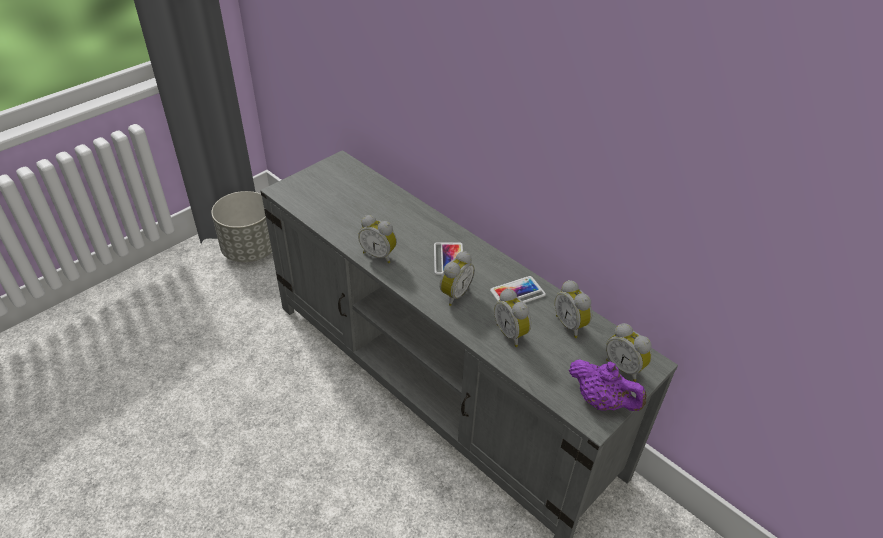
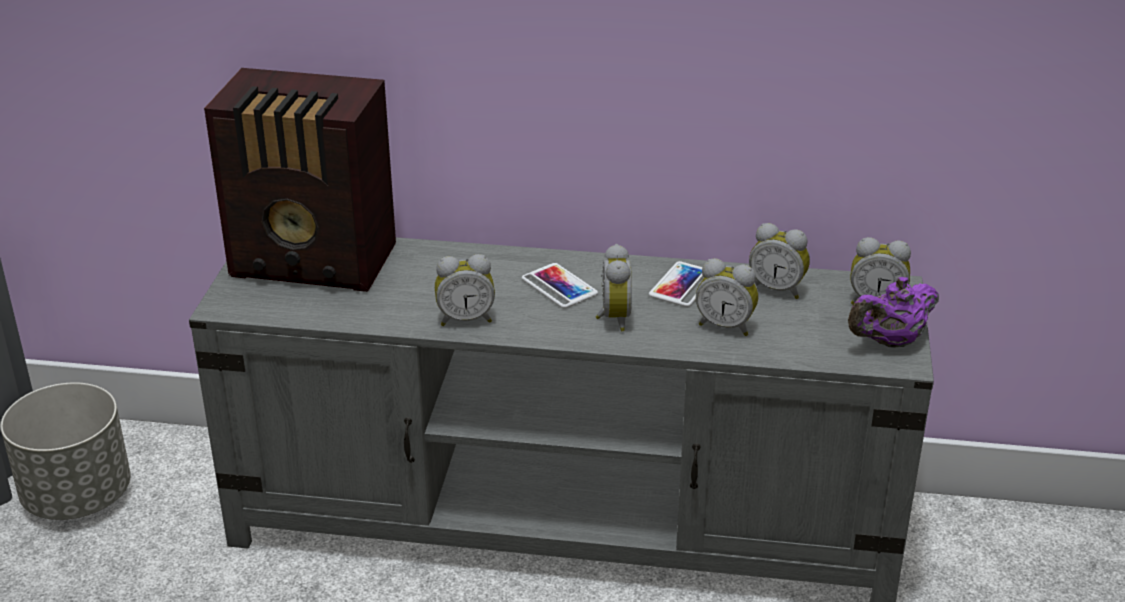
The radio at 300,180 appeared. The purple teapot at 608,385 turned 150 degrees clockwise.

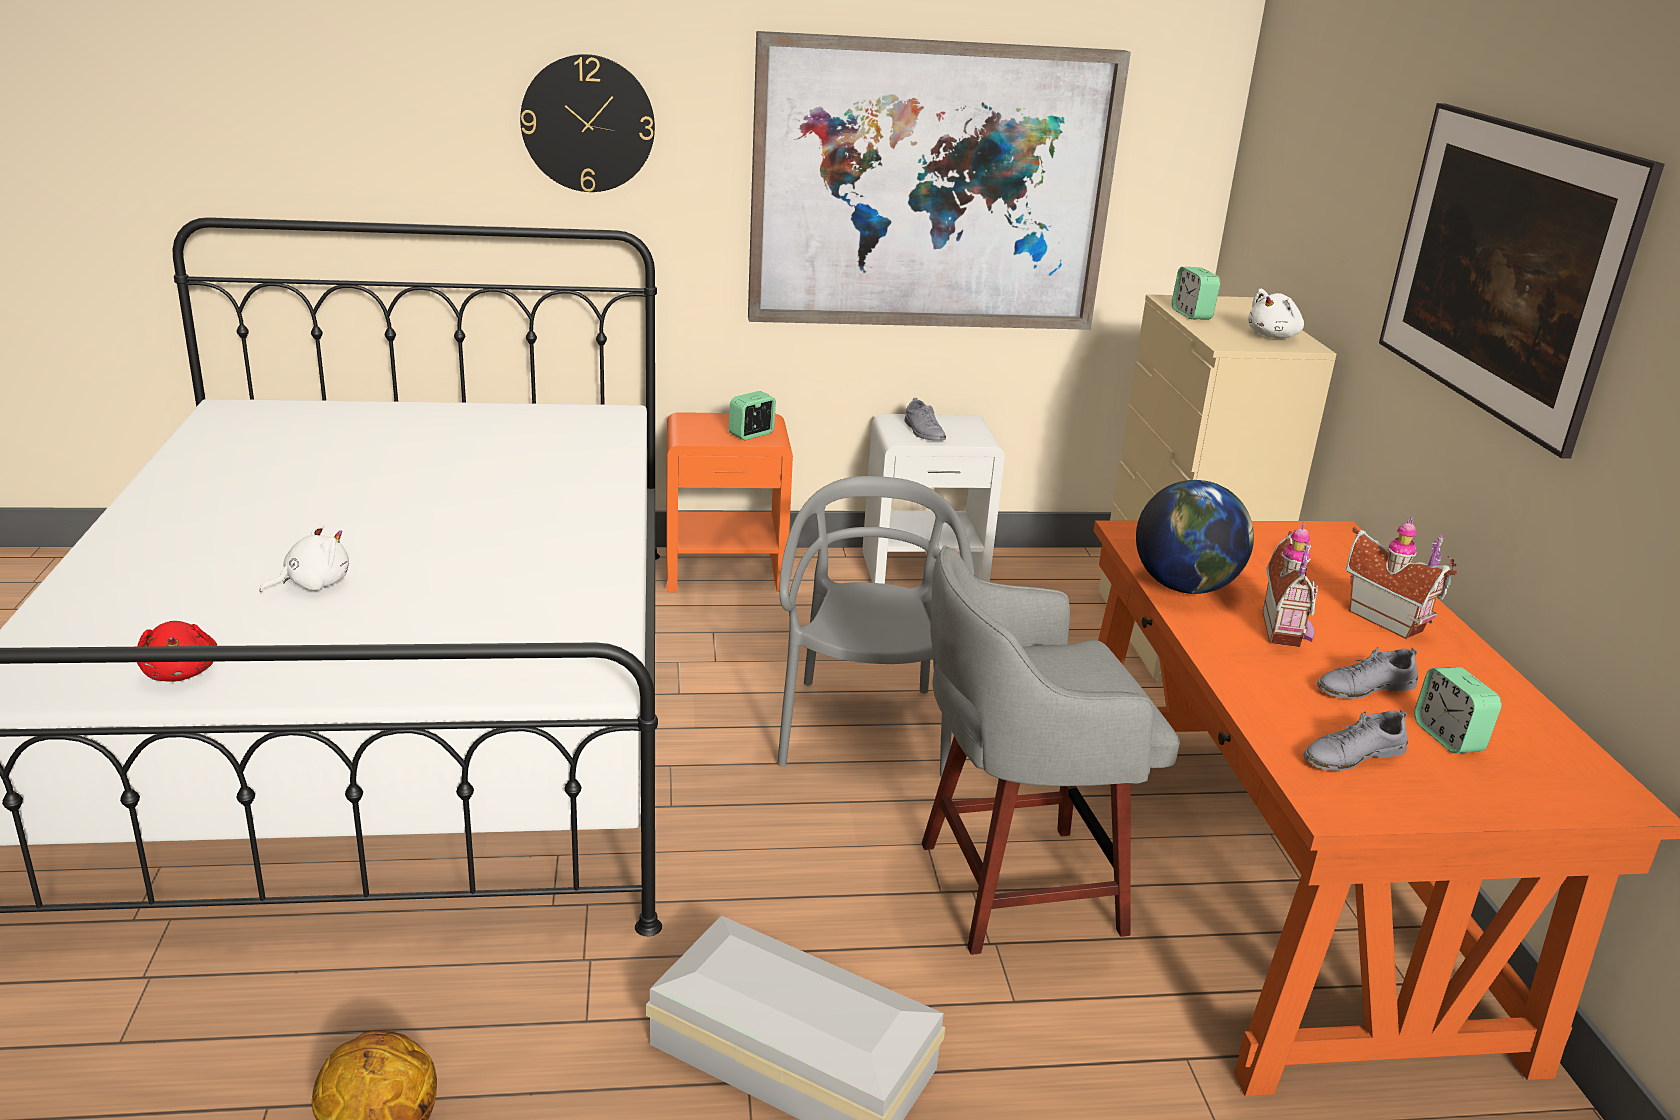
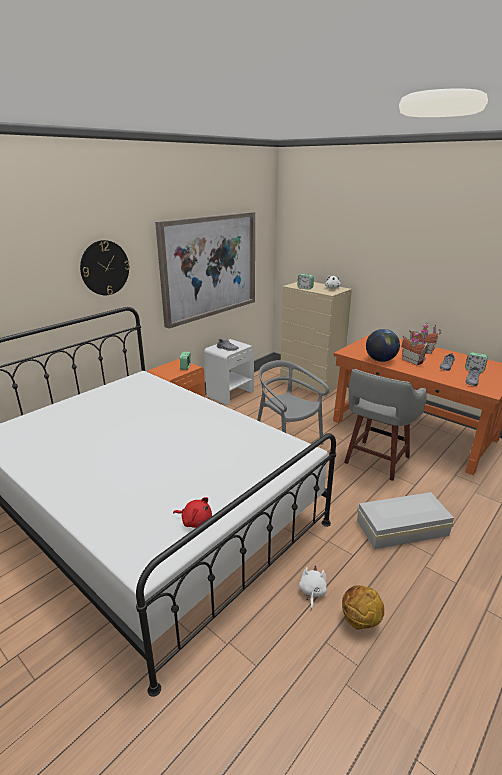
The white plush toy moved from 304,558 to 313,587. The picture at 1522,281 disappeared.

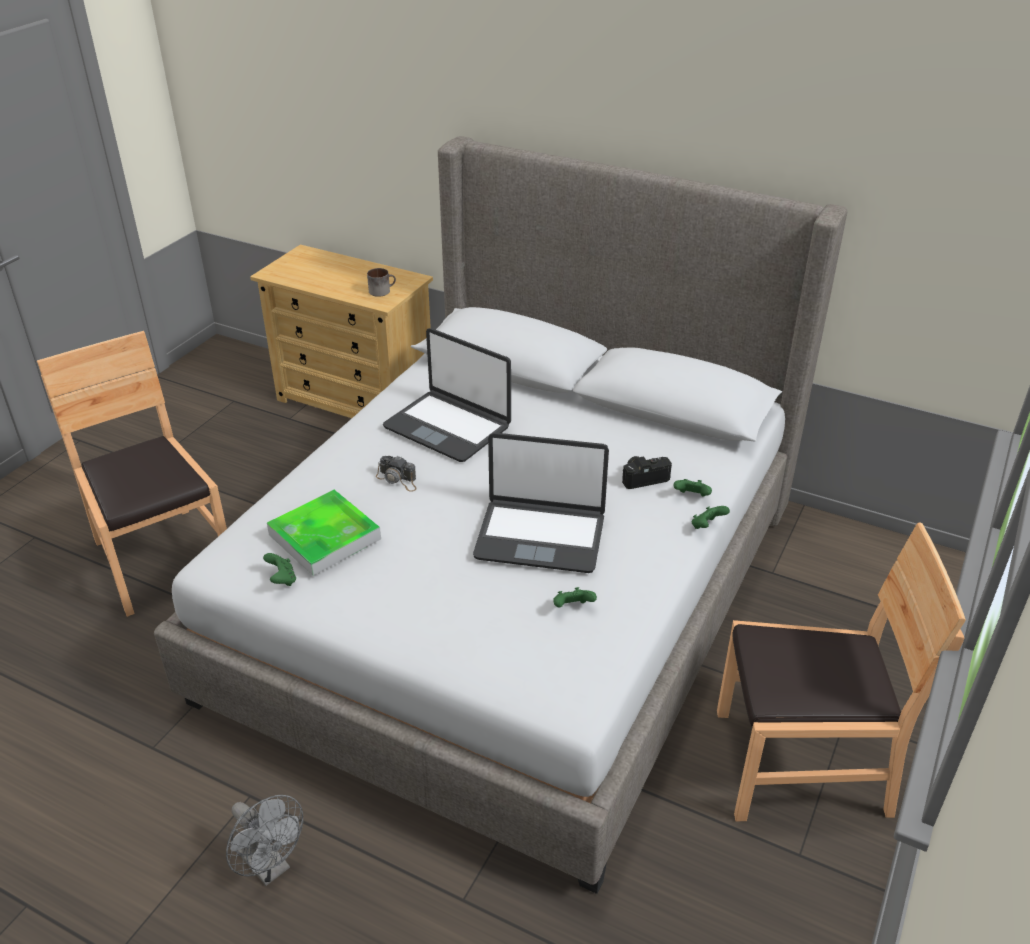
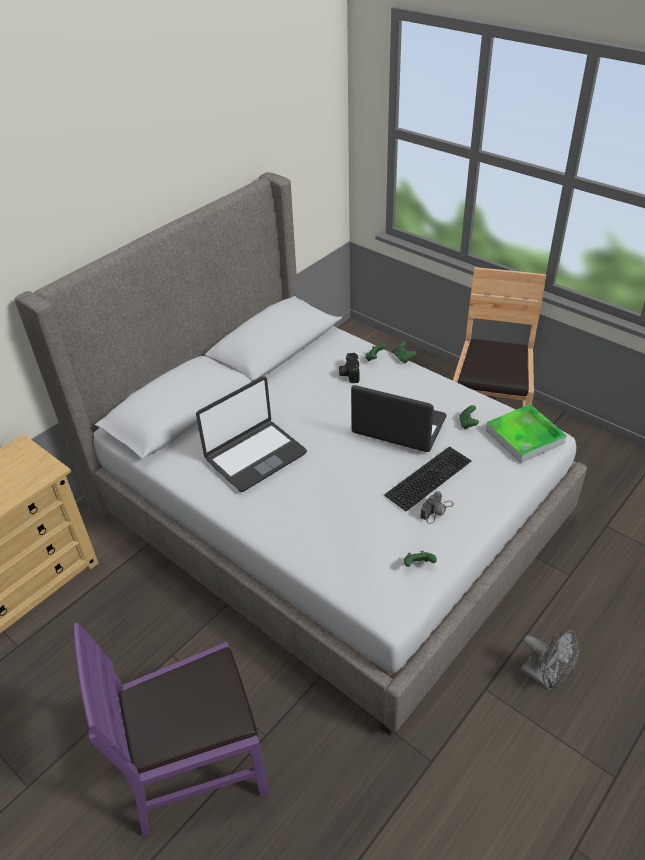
The brown chair at 132,474 became the purple chair at 171,729. The laptop at 541,503 turned 90 degrees counterclockwise. The keyboard at 428,478 appeared. The photo camera moved from 396,474 to 437,507. The tray moved from 324,533 to 526,433. The grey fan at 264,840 turned 75 degrees clockwise. The mug at 381,282 disappeared.

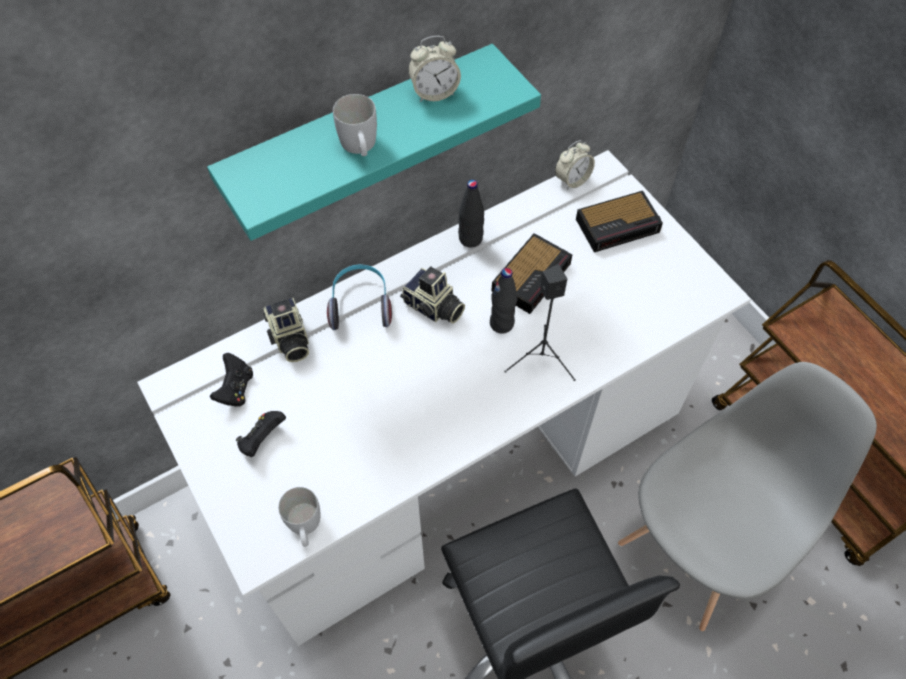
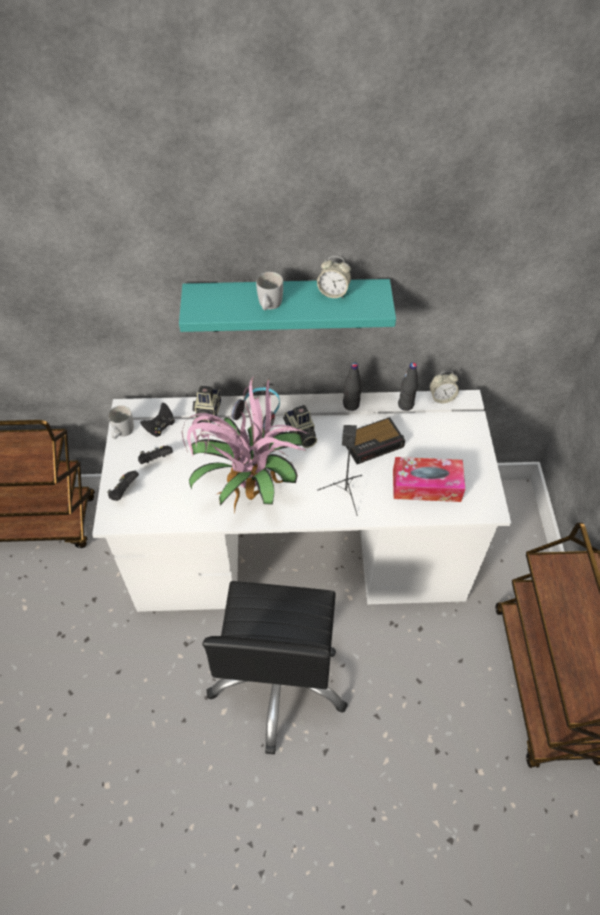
The black game controller at 123,486 appeared. The white mug moved from 299,517 to 121,422. The potted plant at 245,445 appeared. The tissue box at 429,479 appeared. The black bottle moved from 503,301 to 408,387. The alarm clock at 619,221 disappeared. The grey chair at 747,496 disappeared.

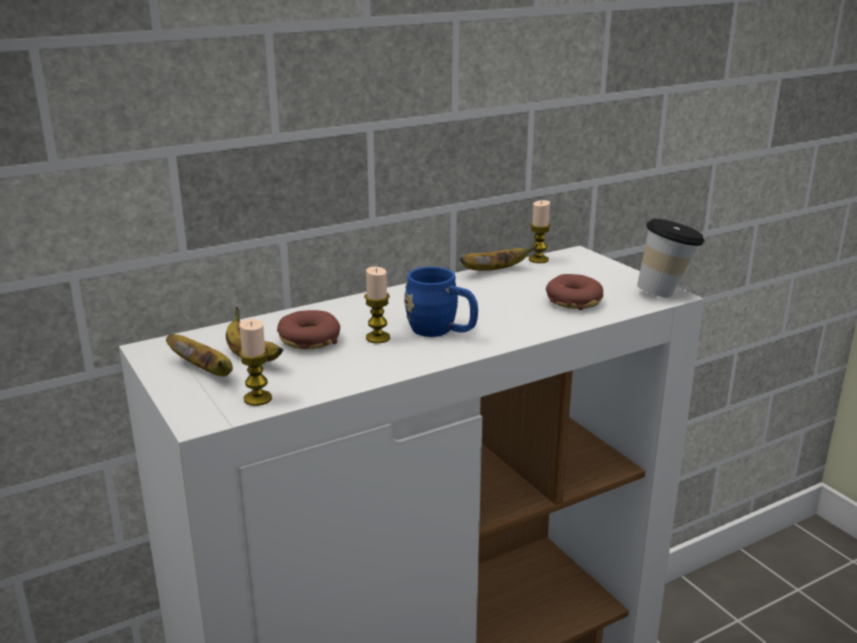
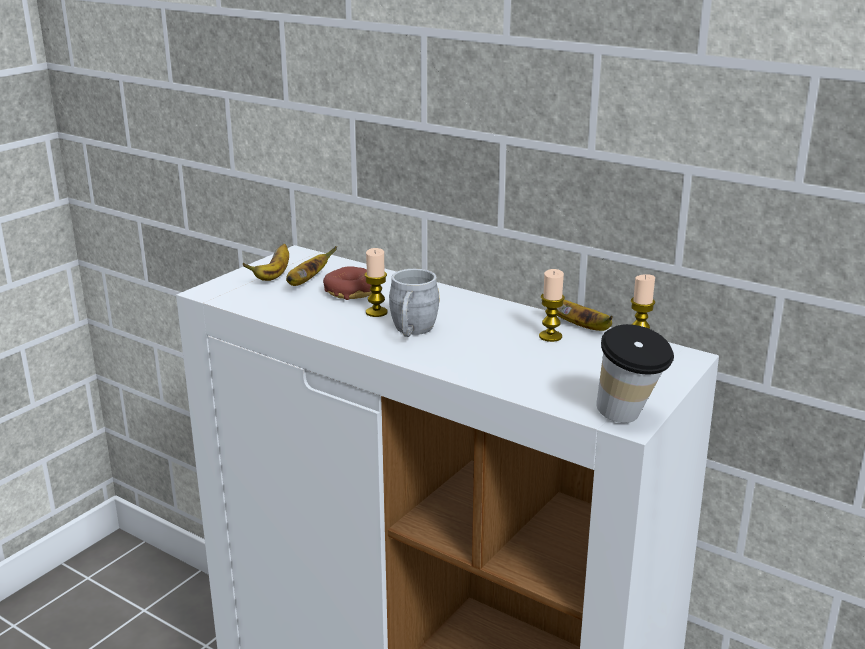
The blue mug at 441,302 became the grey mug at 414,303. The candle moved from 255,362 to 552,305. The donut at 574,292 disappeared.

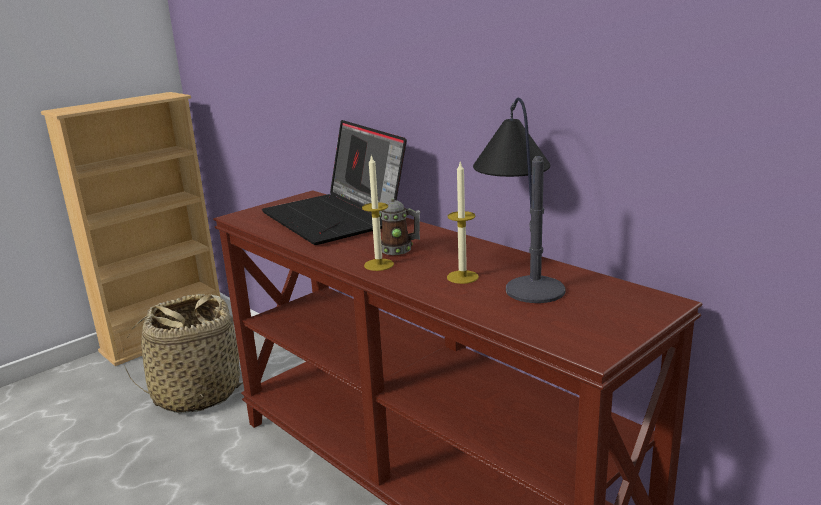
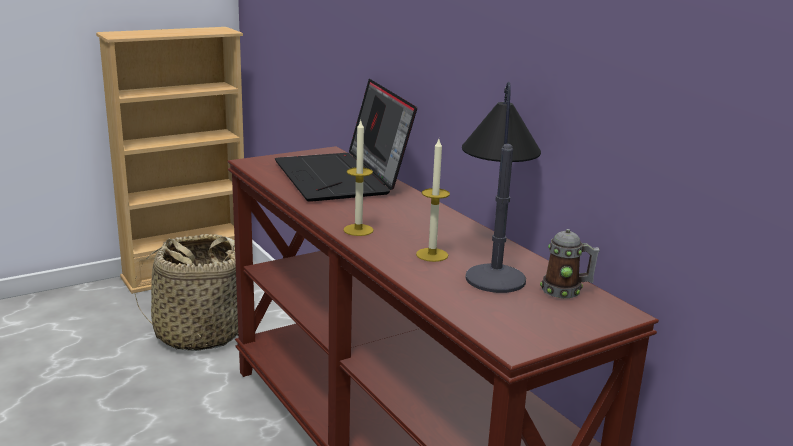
The mug moved from 399,226 to 570,263.

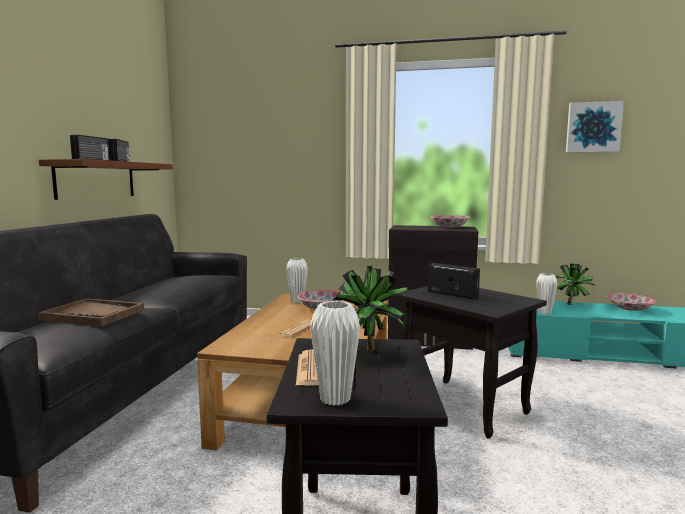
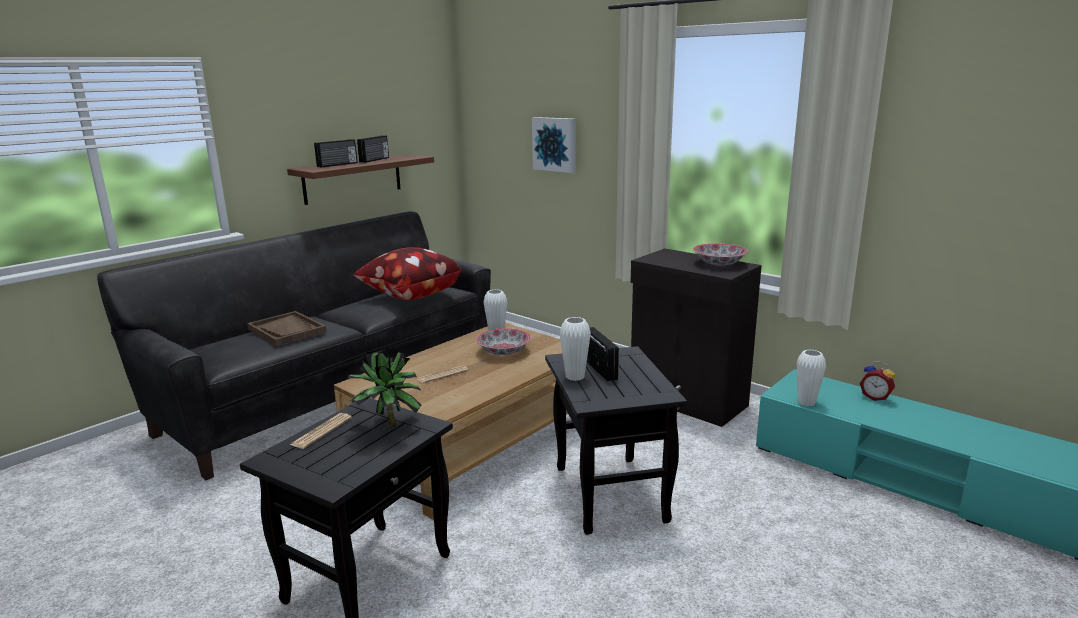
The pillow at 407,273 appeared. The picture moved from 595,127 to 554,145. The white vase moved from 335,353 to 575,349. The potted plant at 575,284 was replaced by the alarm clock at 877,381. The bowl at 631,302 disappeared.

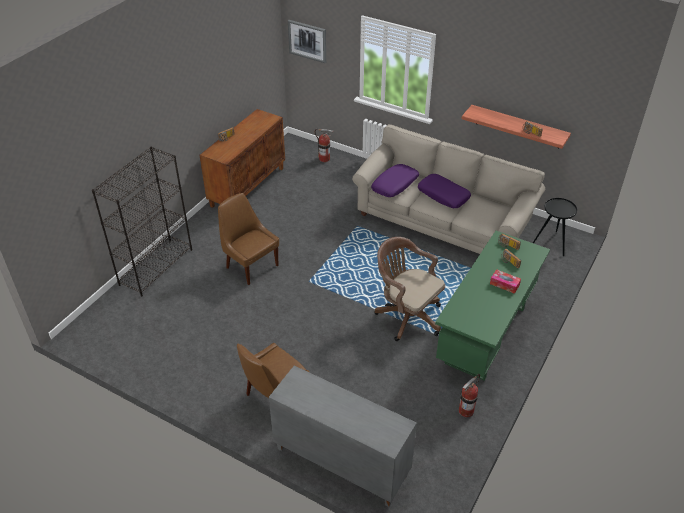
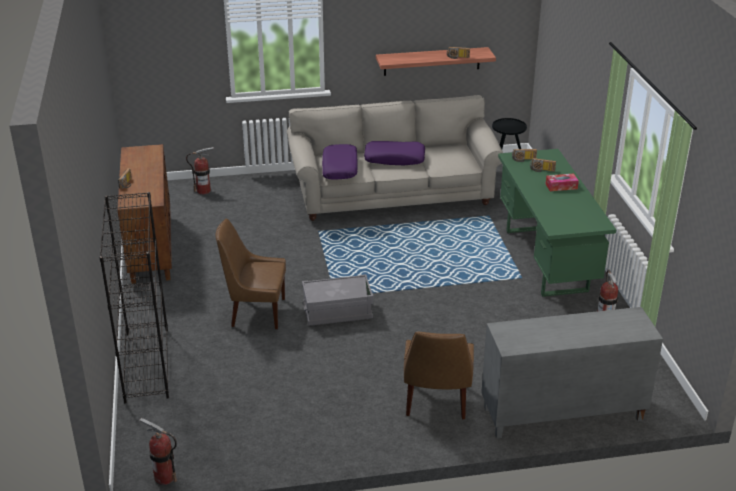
The fire extinguisher at 158,451 appeared. The grey storage box at 338,299 appeared. The picture at 307,41 disappeared. The brown office chair at 409,289 disappeared.

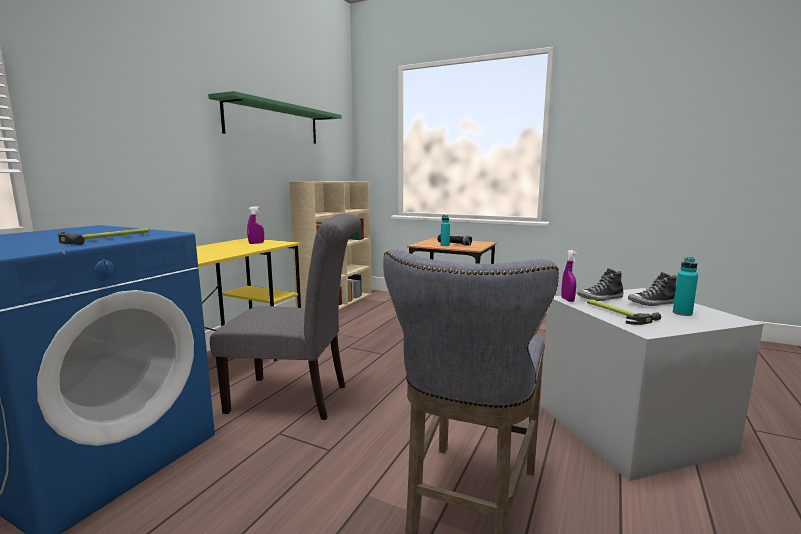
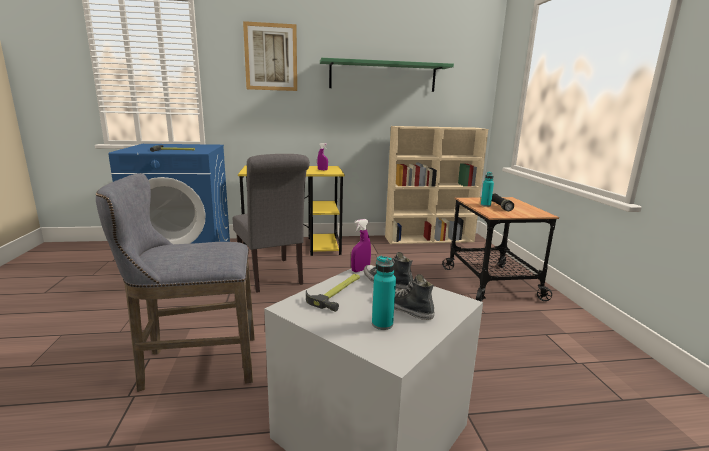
The picture at 270,56 appeared.

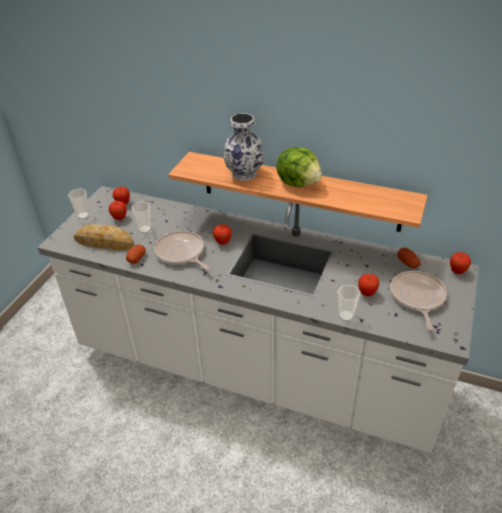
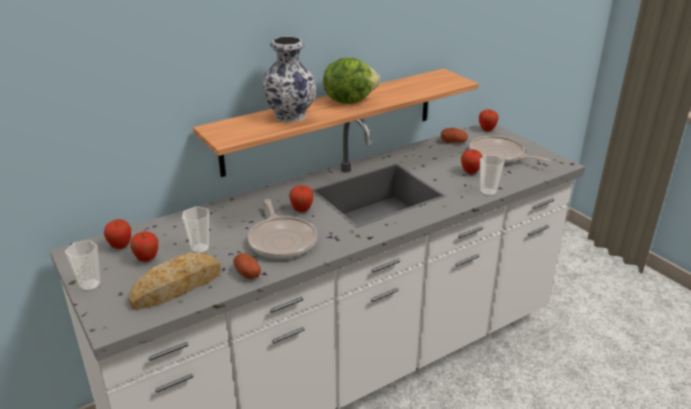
The frying pan at 182,251 turned 105 degrees counterclockwise.

